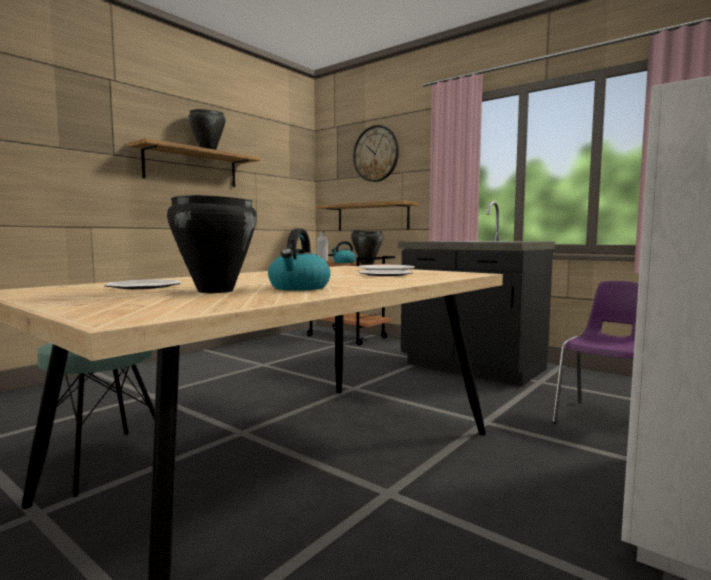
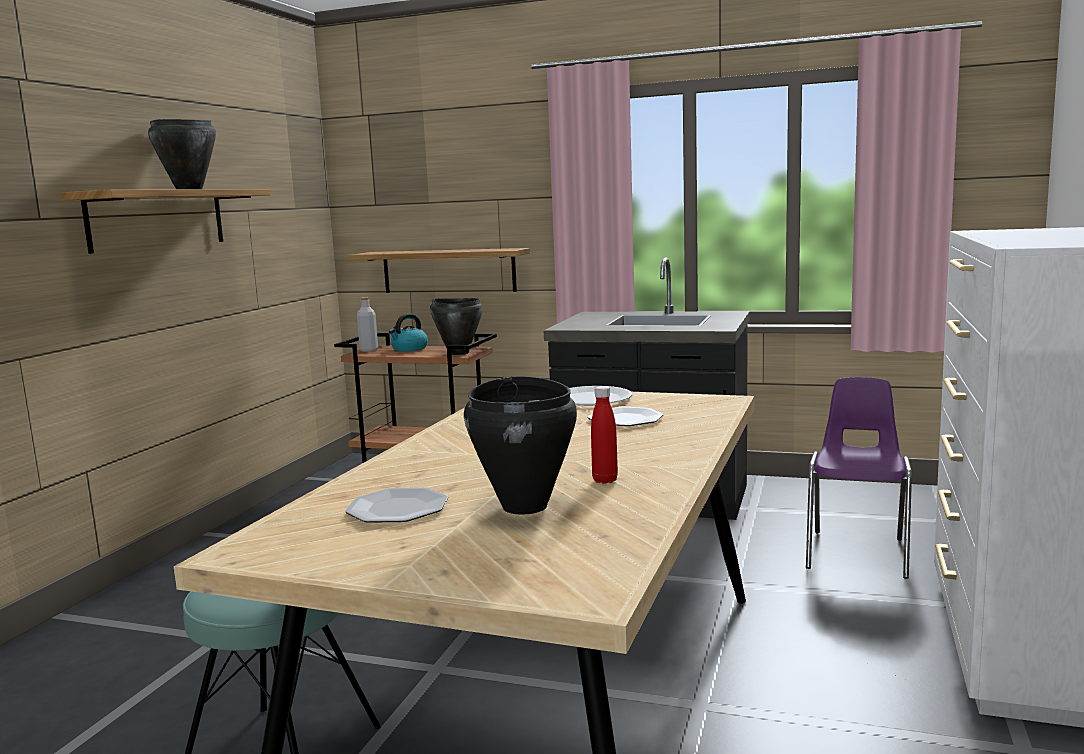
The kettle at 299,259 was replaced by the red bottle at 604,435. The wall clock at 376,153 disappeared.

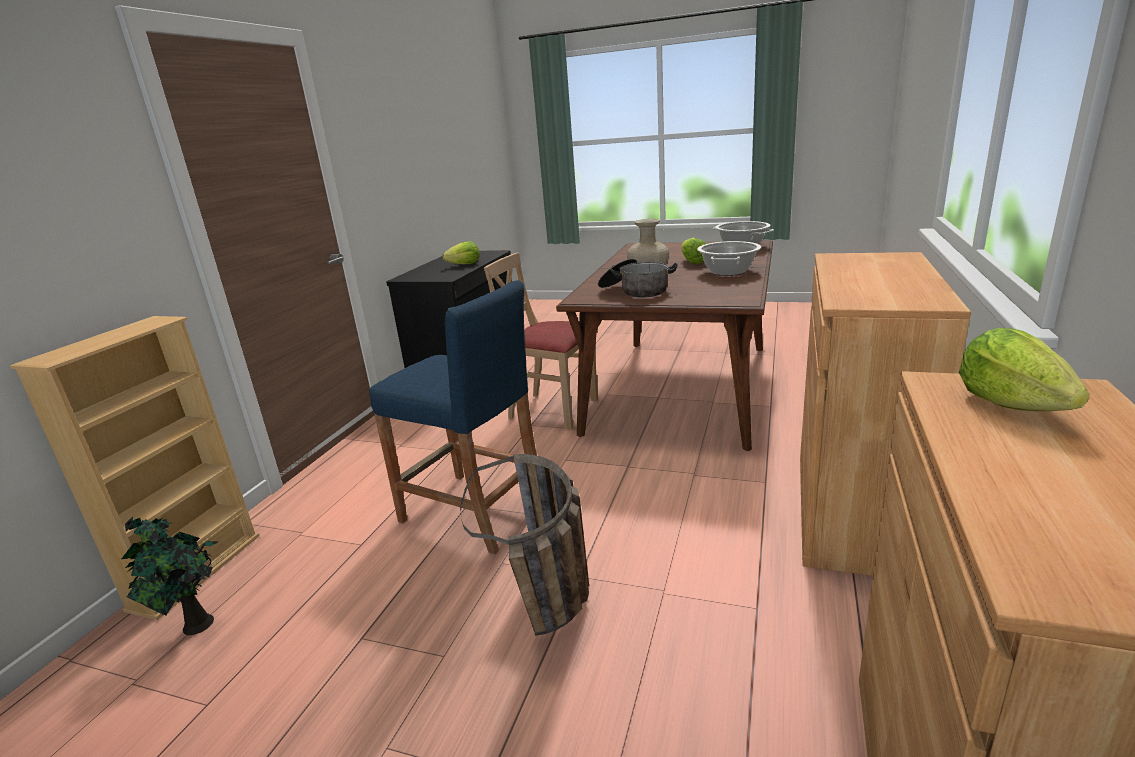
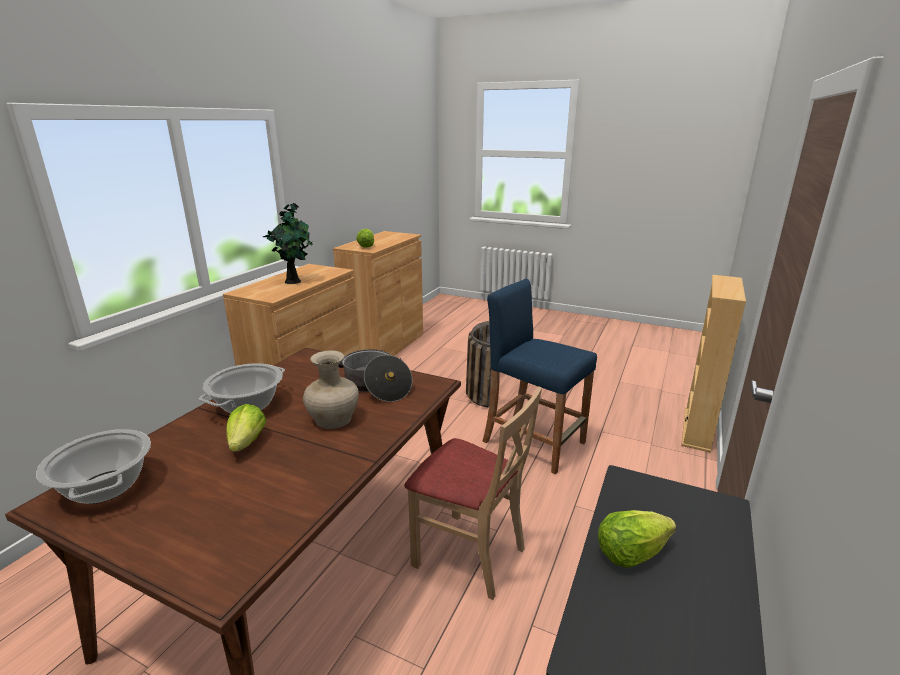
The potted plant moved from 170,576 to 288,243.

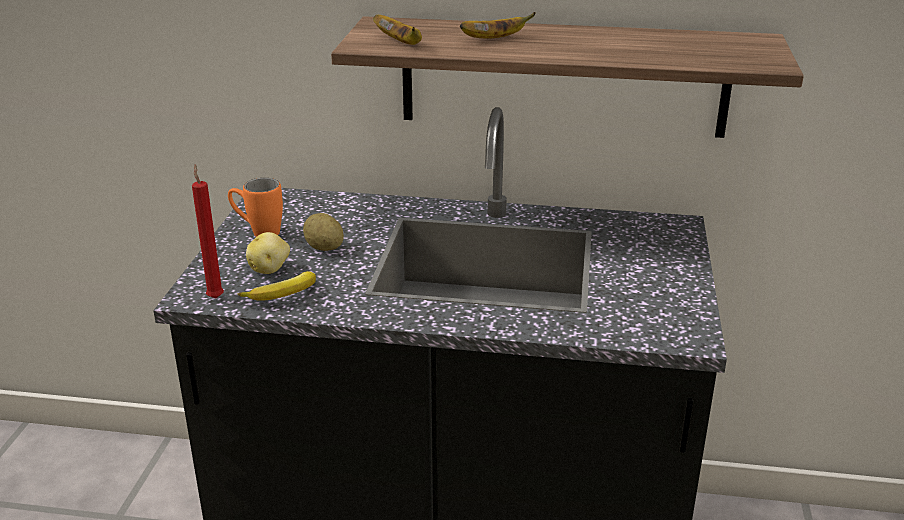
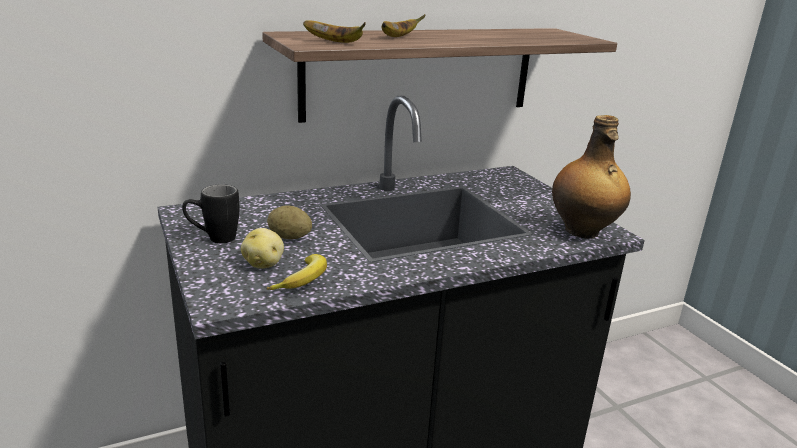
The orange mug at 255,207 became the black mug at 211,213. The bottle at 591,177 appeared. The red candle at 208,232 disappeared.

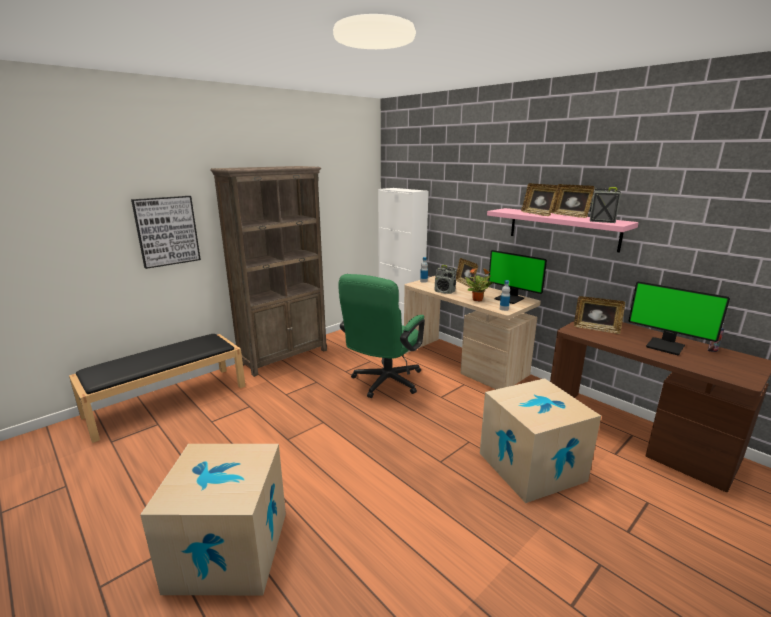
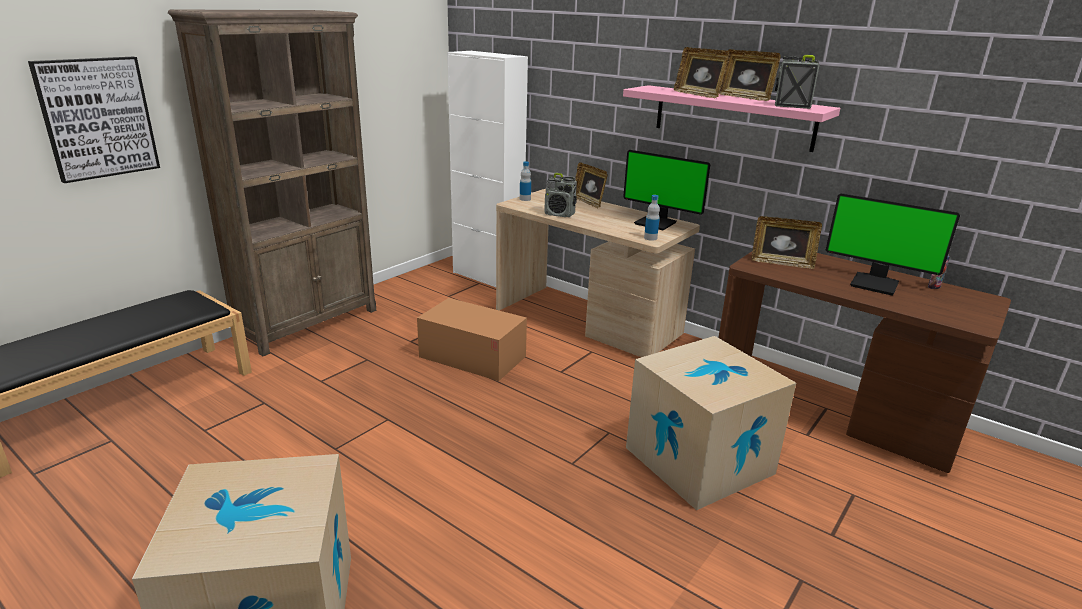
The green office chair at 381,336 was replaced by the cardboard box at 472,339. The potted plant at 479,285 disappeared.

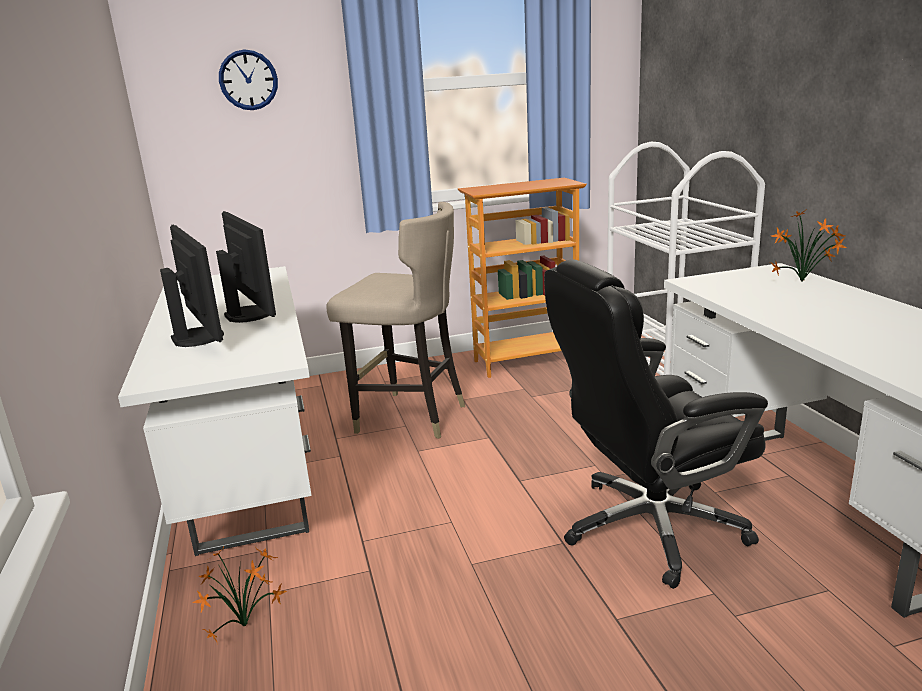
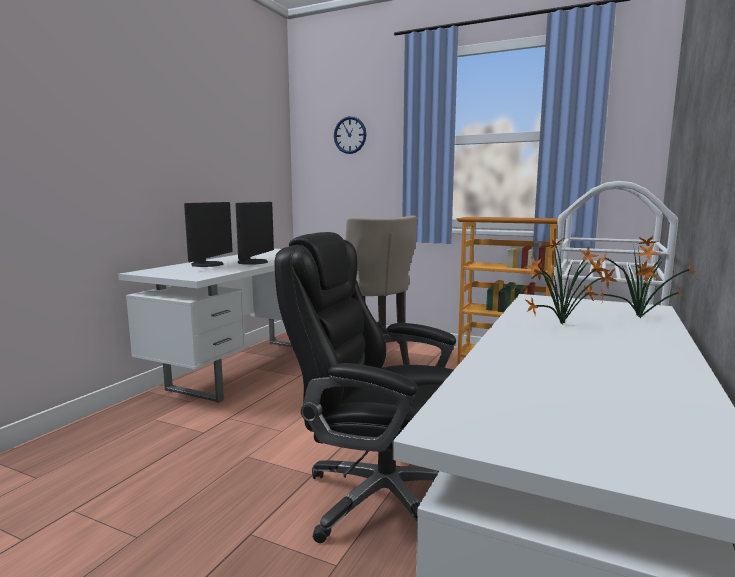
The potted plant moved from 239,594 to 571,281.

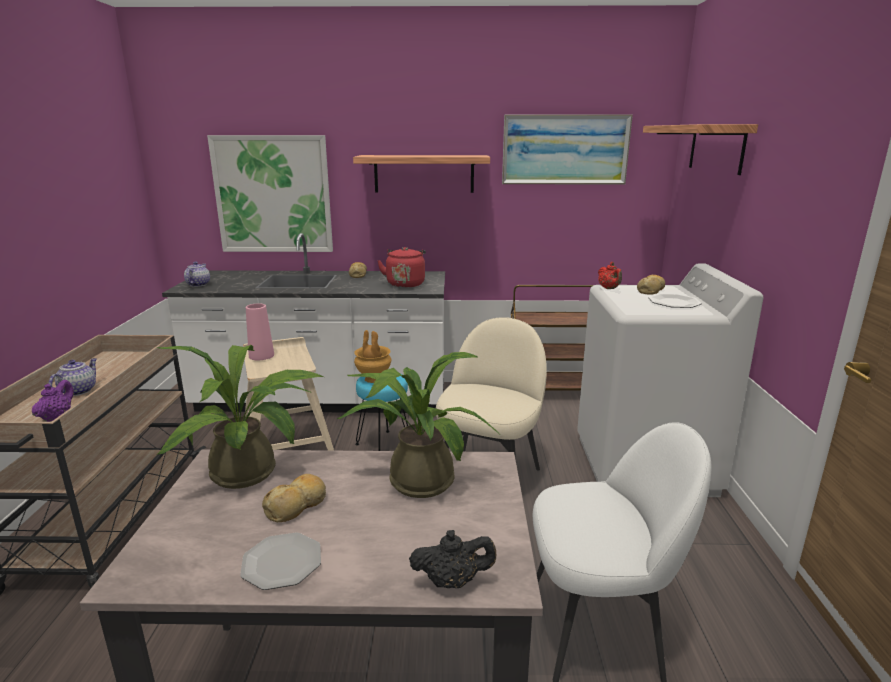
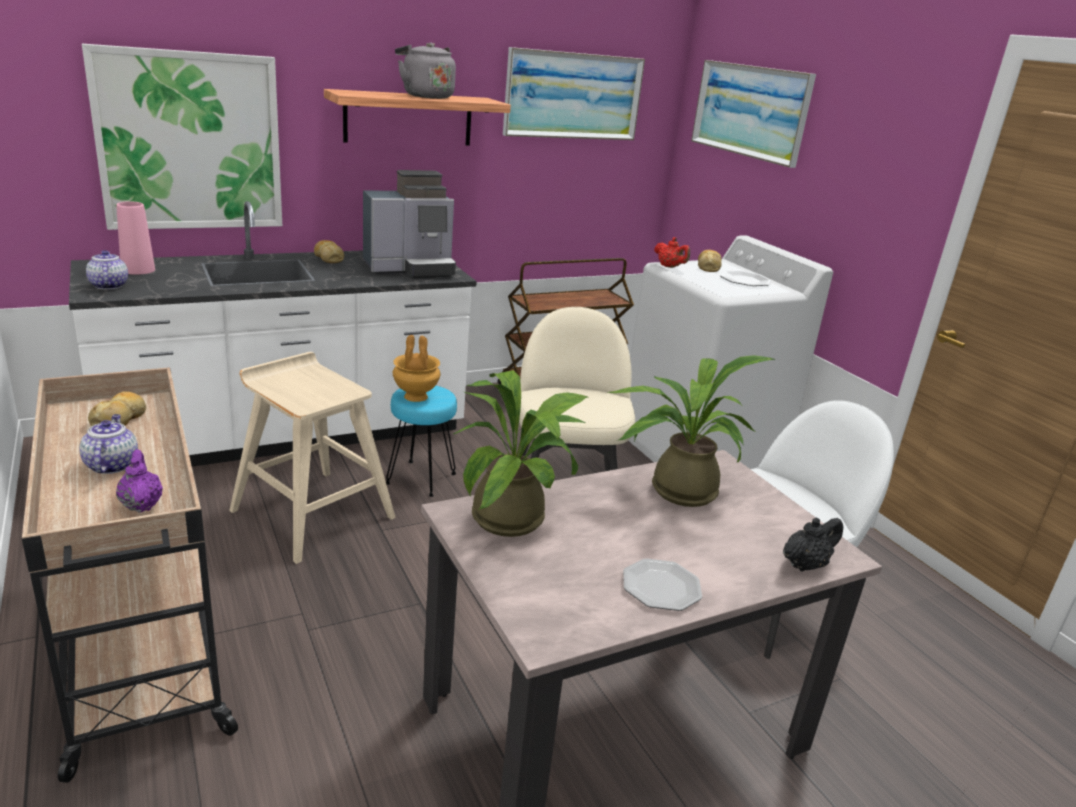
The bread moved from 294,498 to 117,409. The pink vase moved from 260,331 to 135,238. The red kettle at 401,267 was replaced by the coffee machine at 409,224. The grey kettle at 425,70 appeared. The shelf at 700,149 was replaced by the picture at 753,114.

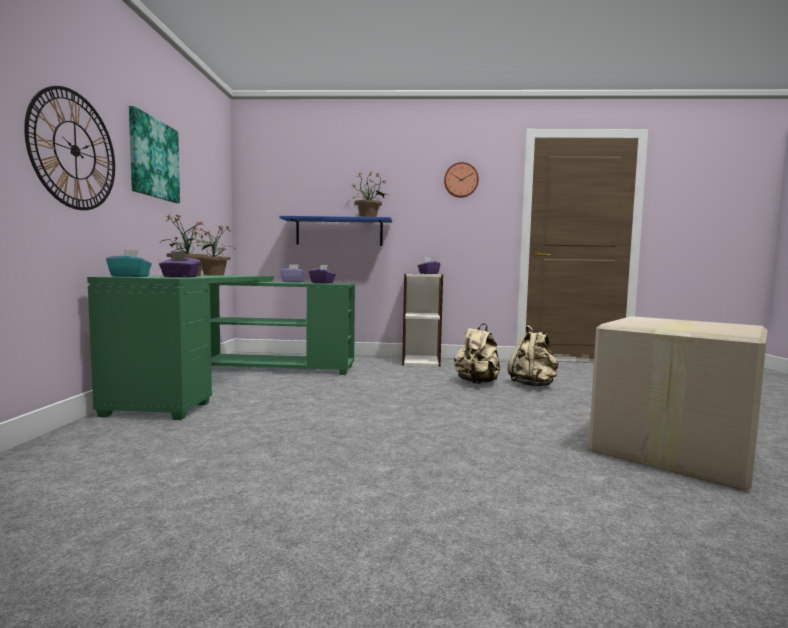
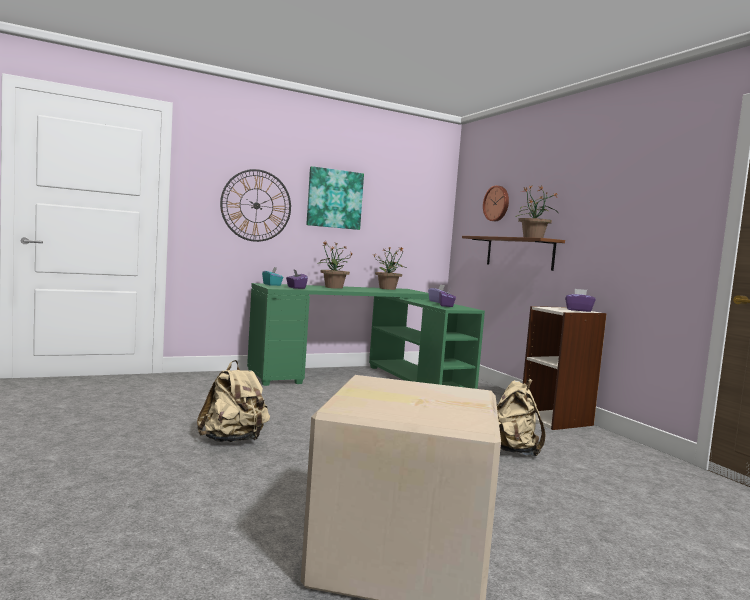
The beige backpack moved from 533,355 to 233,401. The blue shelf at 335,231 became the brown shelf at 513,253. The wall clock moved from 461,180 to 496,203.

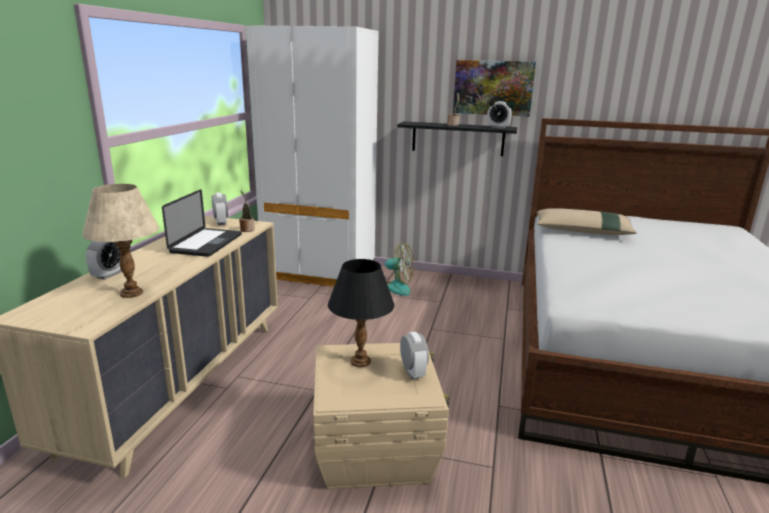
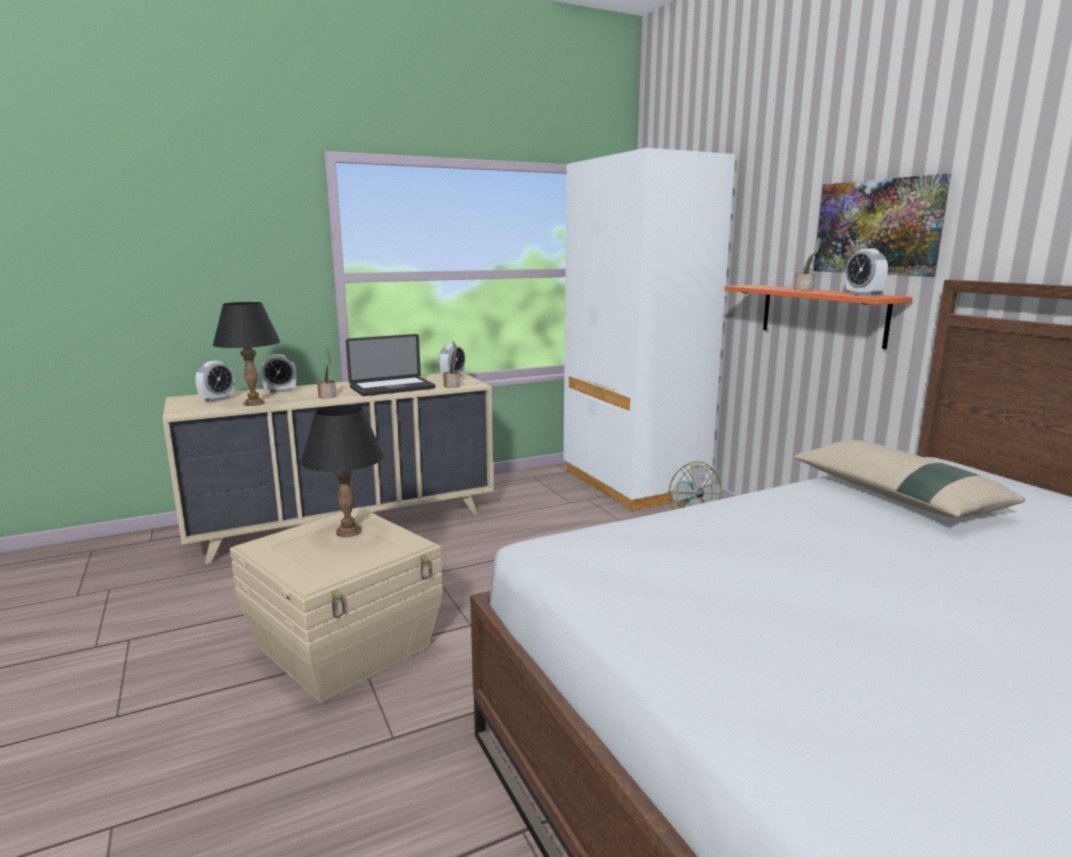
The alarm clock moved from 414,355 to 215,381. The beige table lamp at 121,241 became the black table lamp at 246,354. The potted plant at 326,373 appeared. The black shelf at 457,138 became the orange shelf at 818,317.

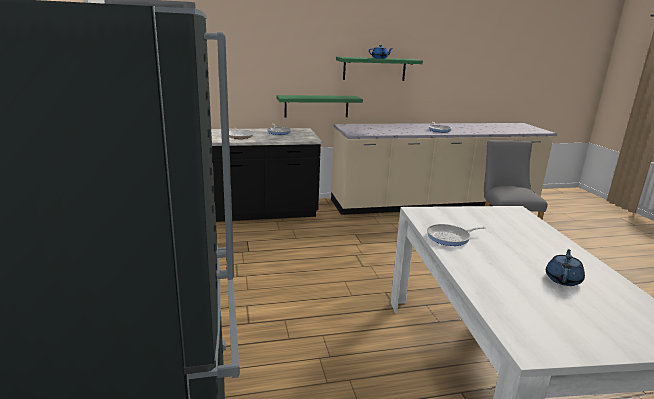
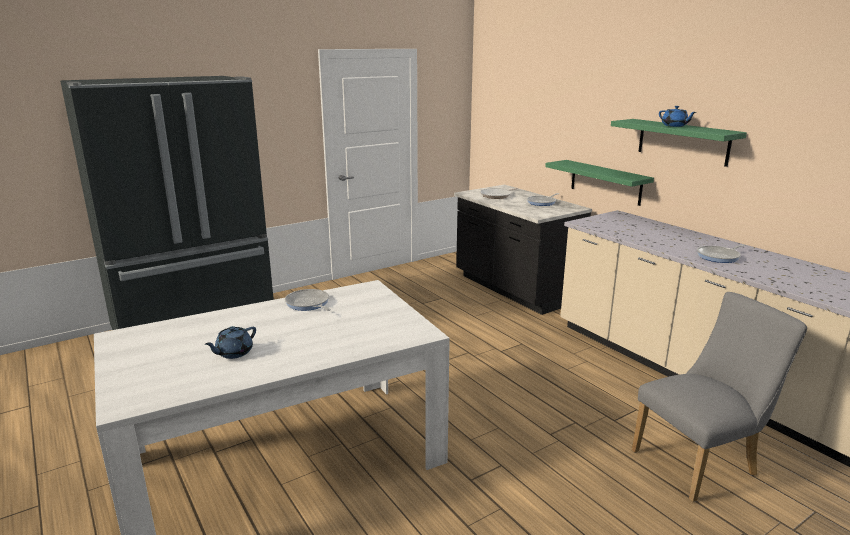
The blue teapot at 565,267 turned 120 degrees clockwise.

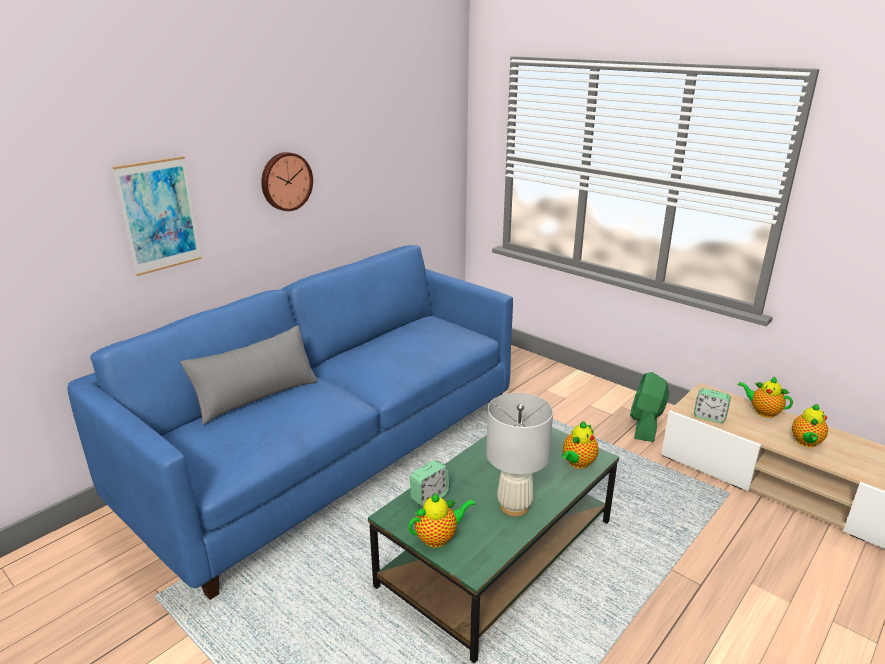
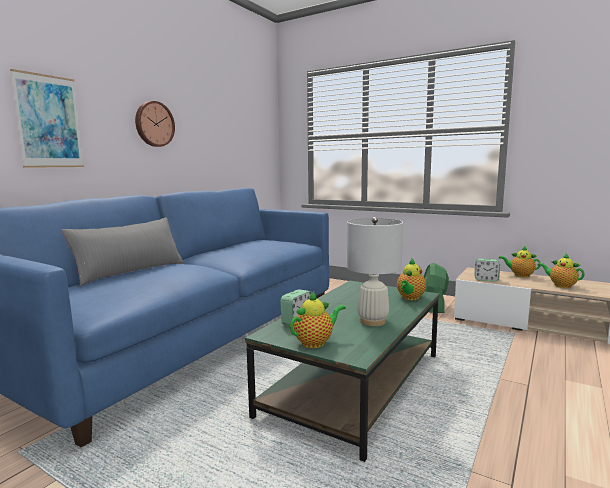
The teapot at 810,425 turned 120 degrees clockwise.

